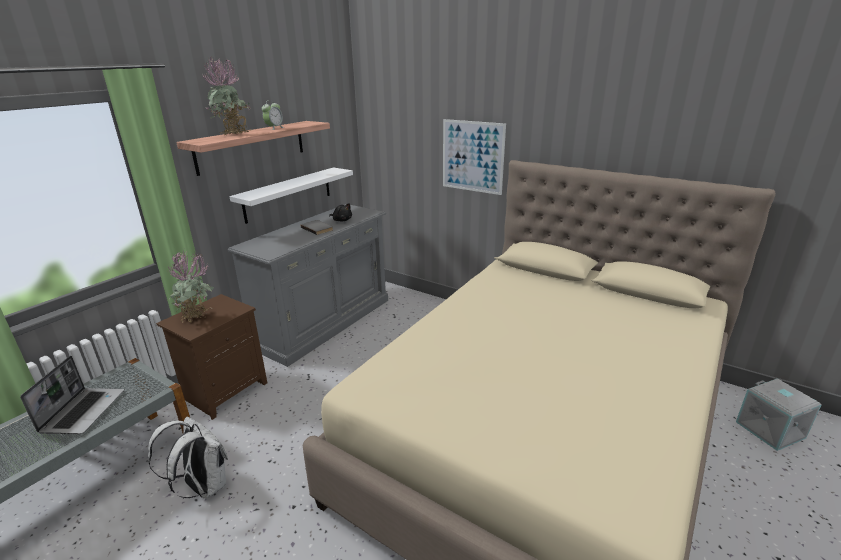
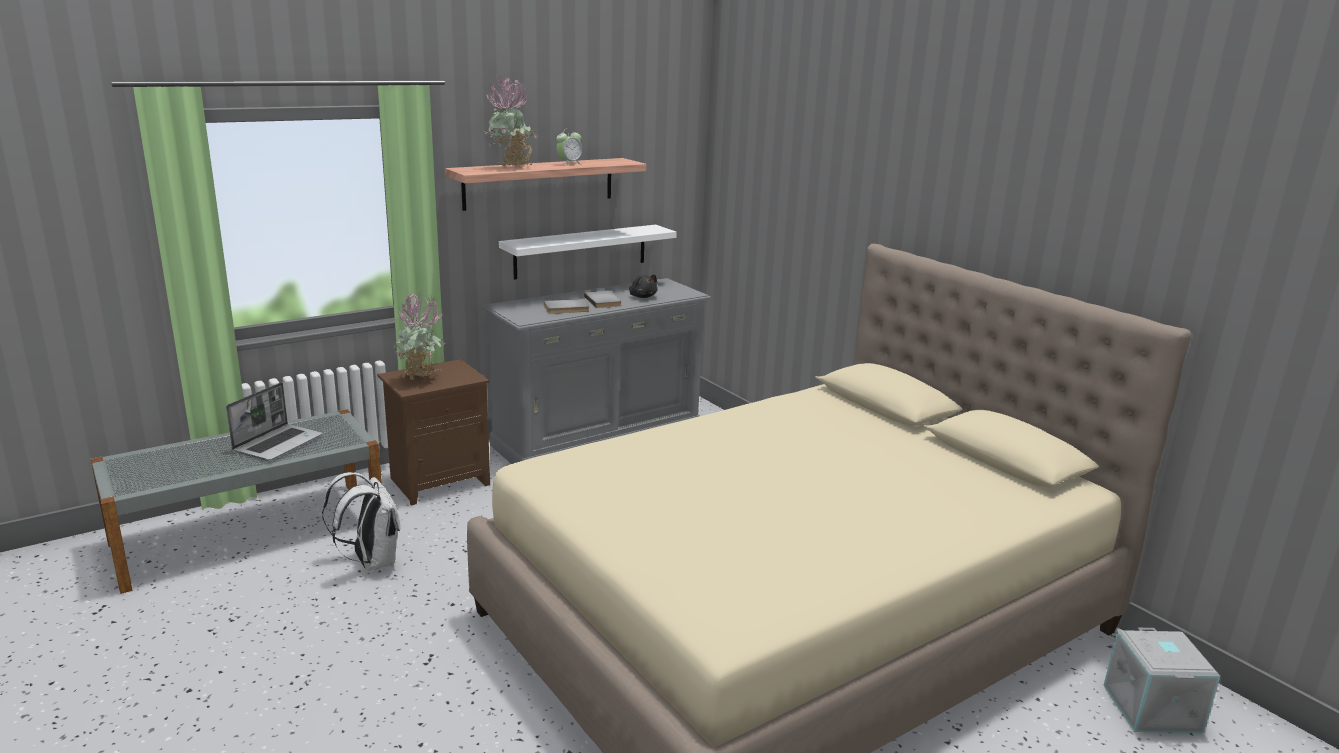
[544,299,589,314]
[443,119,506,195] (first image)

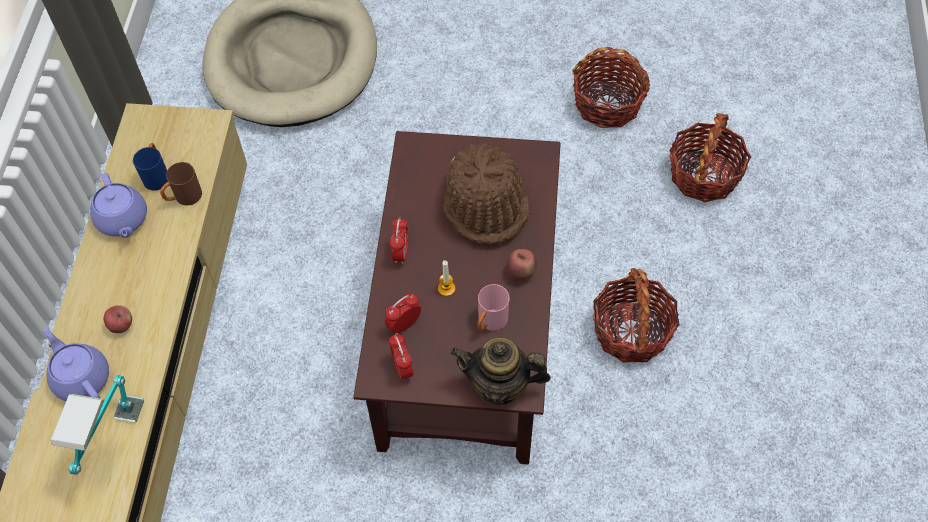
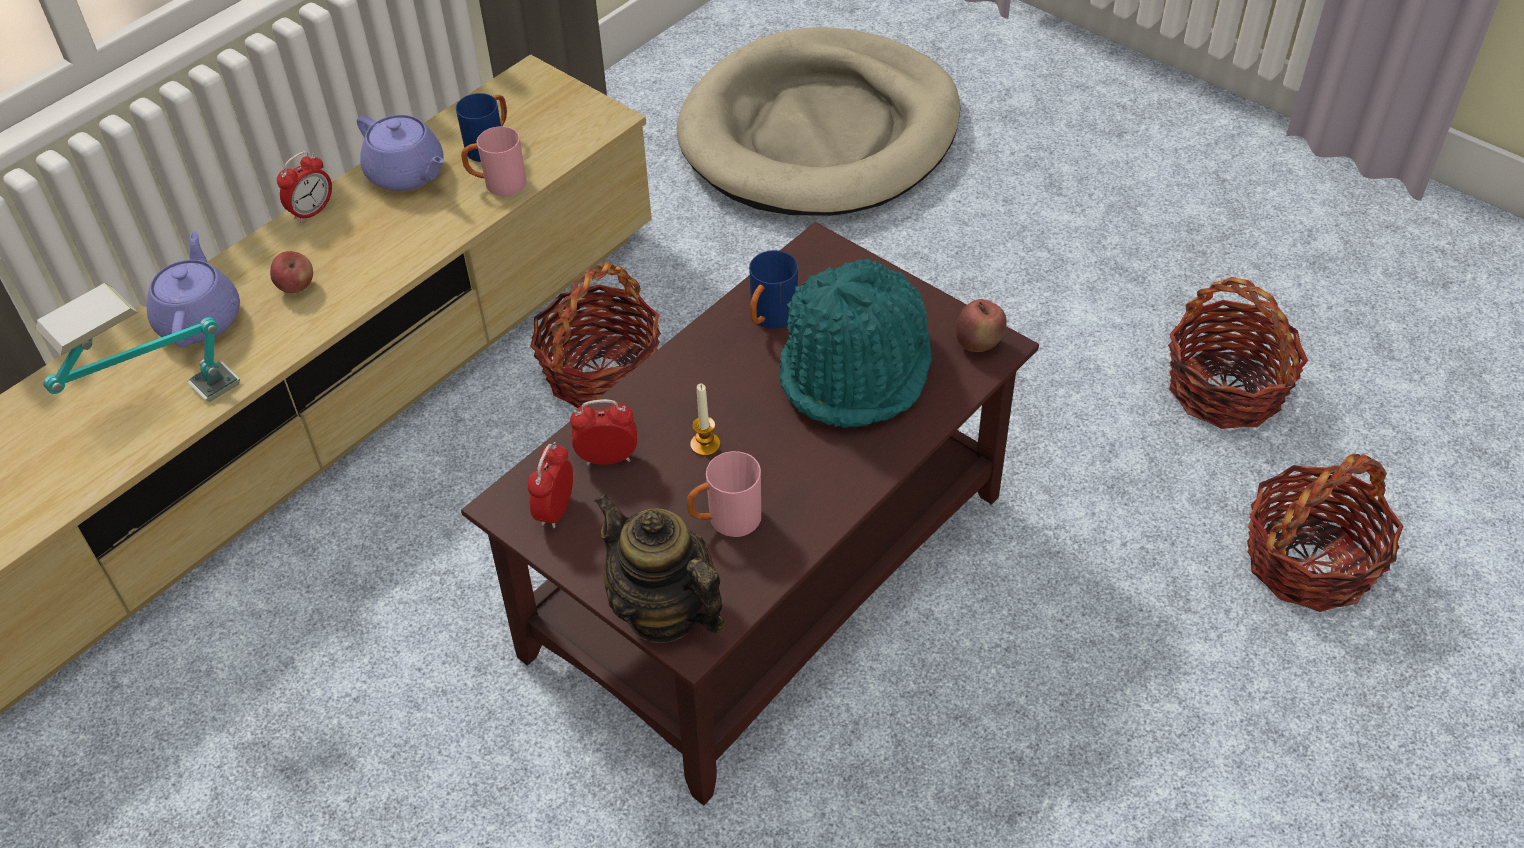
[277,151,332,223]
[357,115,444,191]
[461,126,527,197]
[530,262,661,408]
[749,250,798,329]
[780,259,932,428]
[956,299,1007,352]

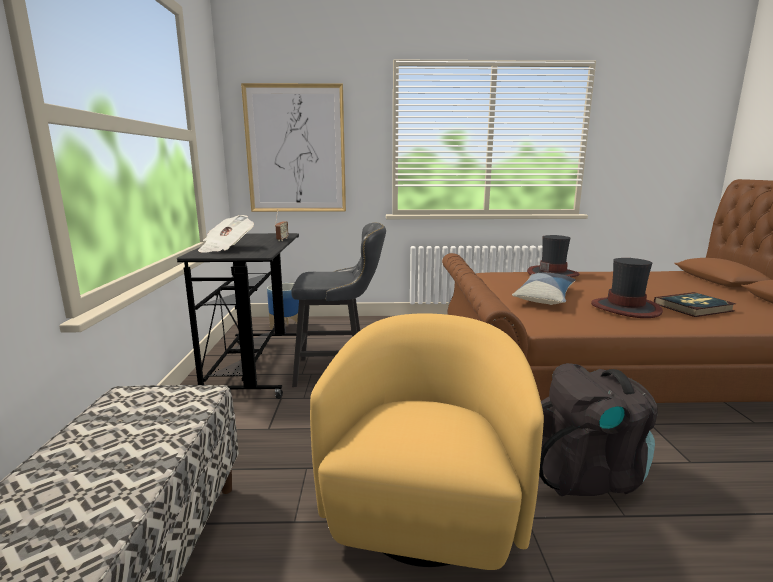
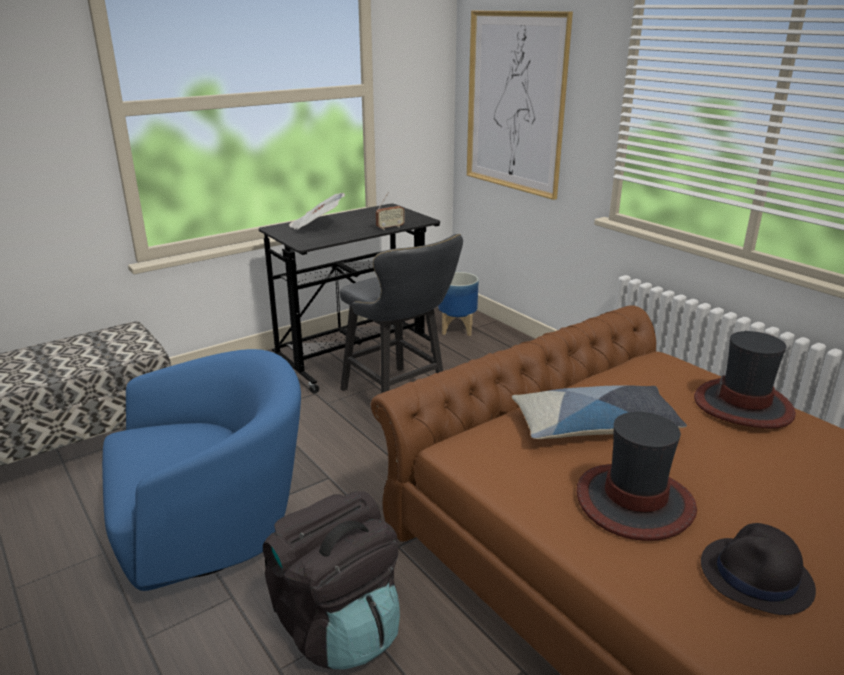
[102,349,301,591]
[701,523,816,615]

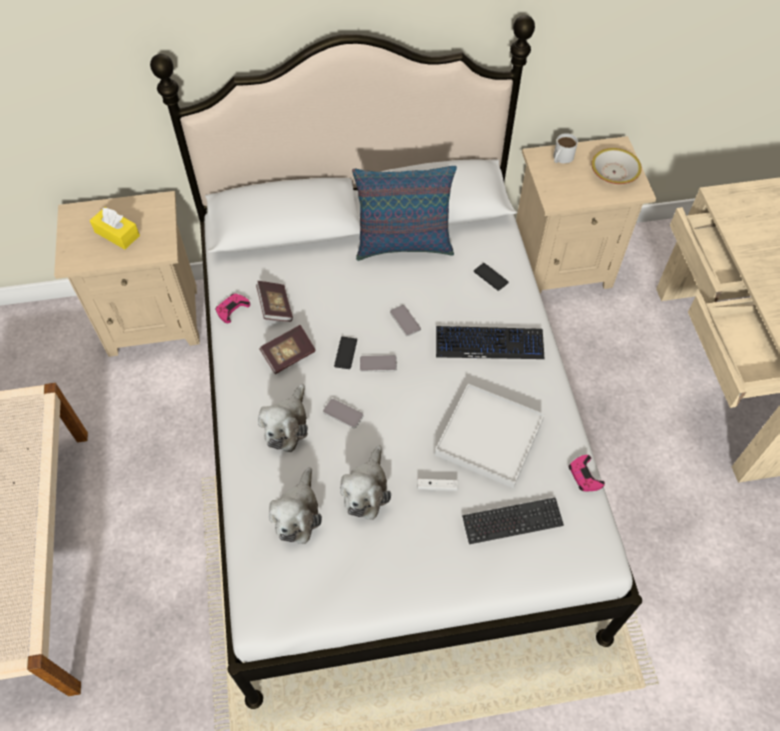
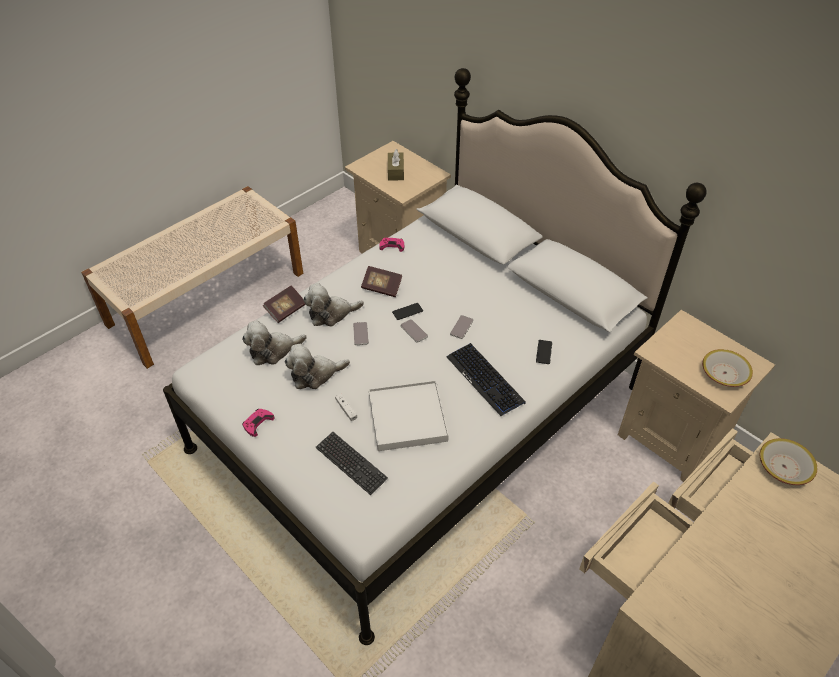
[242,409,274,437]
[263,285,306,323]
[388,149,404,181]
[760,438,817,485]
[352,166,457,261] (first image)
[553,133,578,164] (first image)

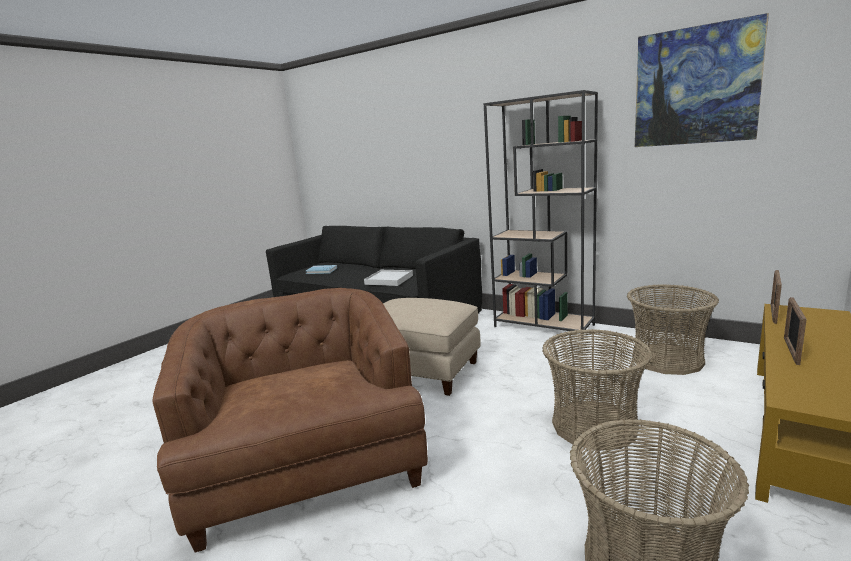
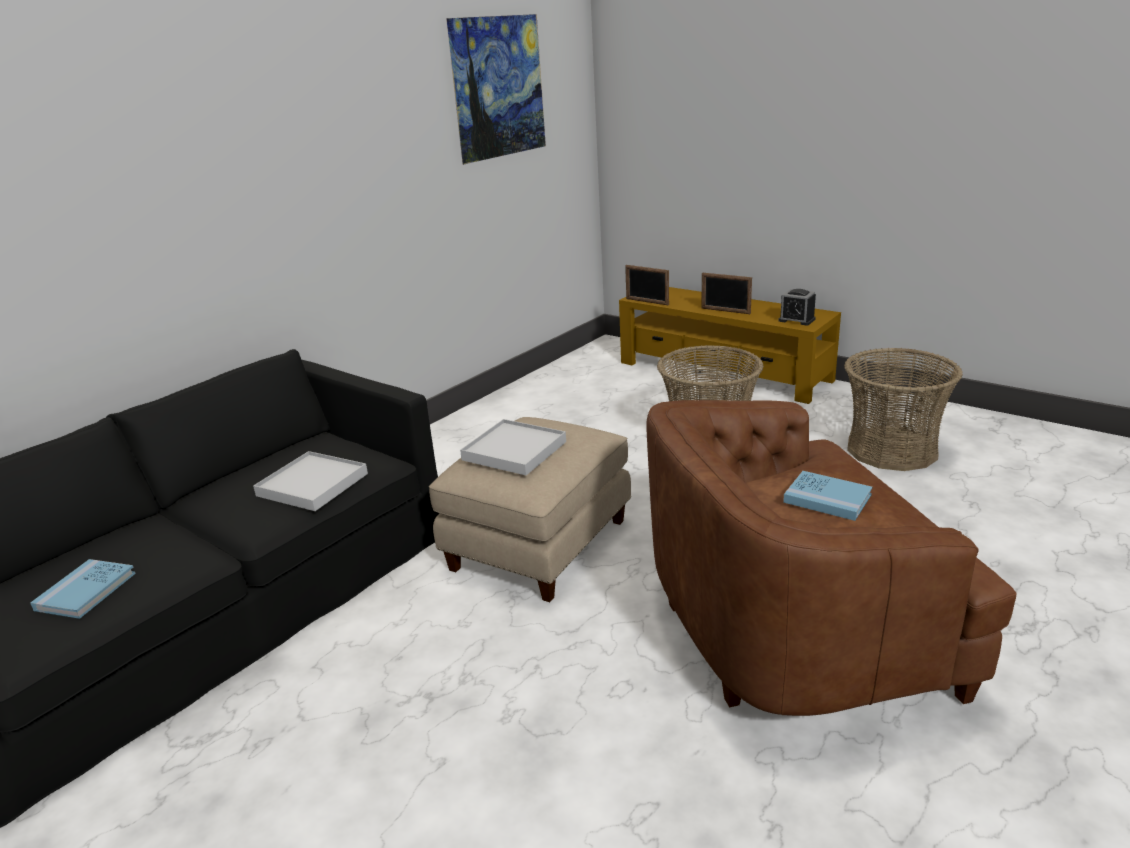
[460,419,566,475]
[779,289,816,326]
[783,471,872,521]
[484,90,598,339] (first image)
[627,284,719,375] (first image)

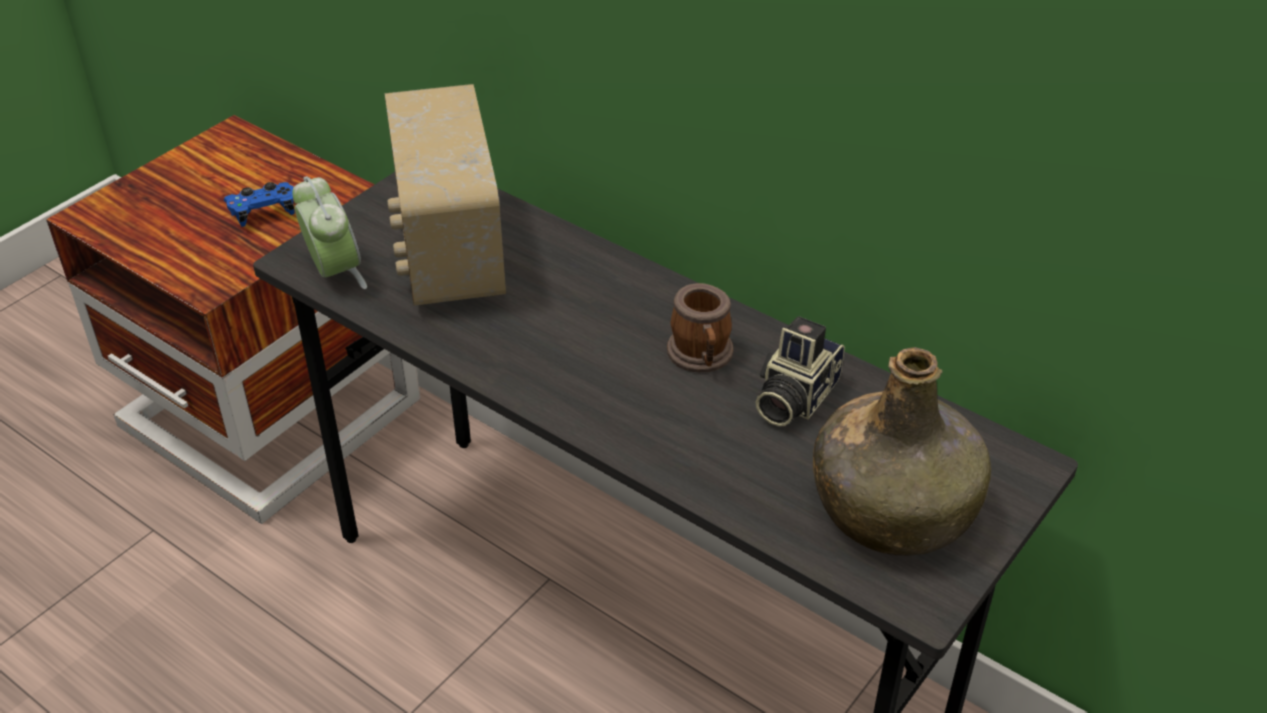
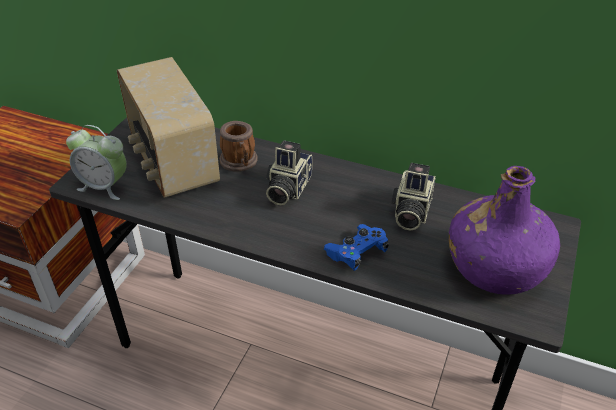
[66,125,127,200]
[220,121,258,172]
[266,140,312,205]
[324,224,389,271]
[449,166,560,295]

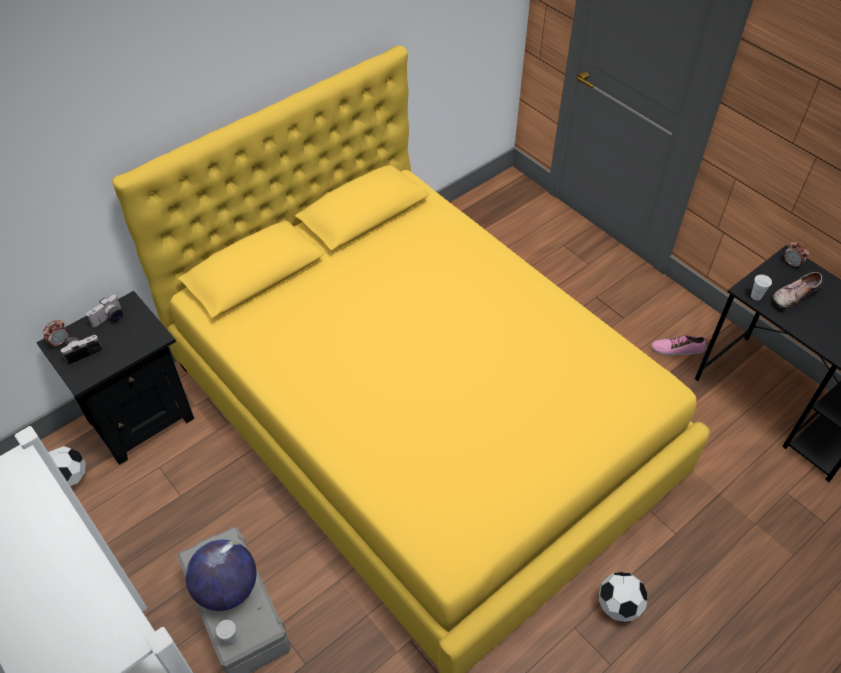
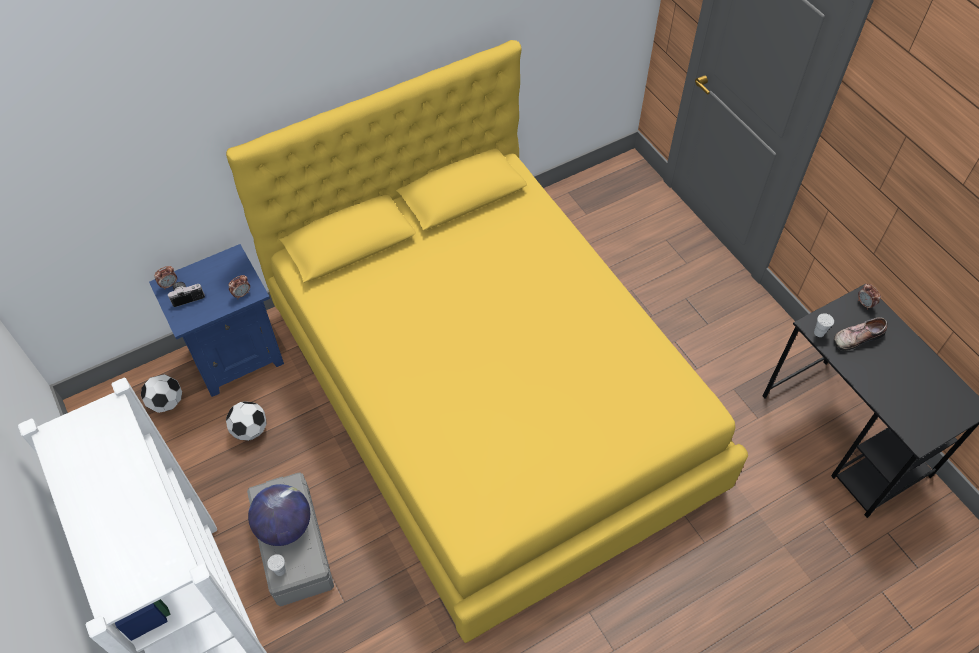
[149,244,284,397]
[226,401,266,441]
[229,275,250,298]
[86,295,123,327] (first image)
[651,335,707,355] (first image)

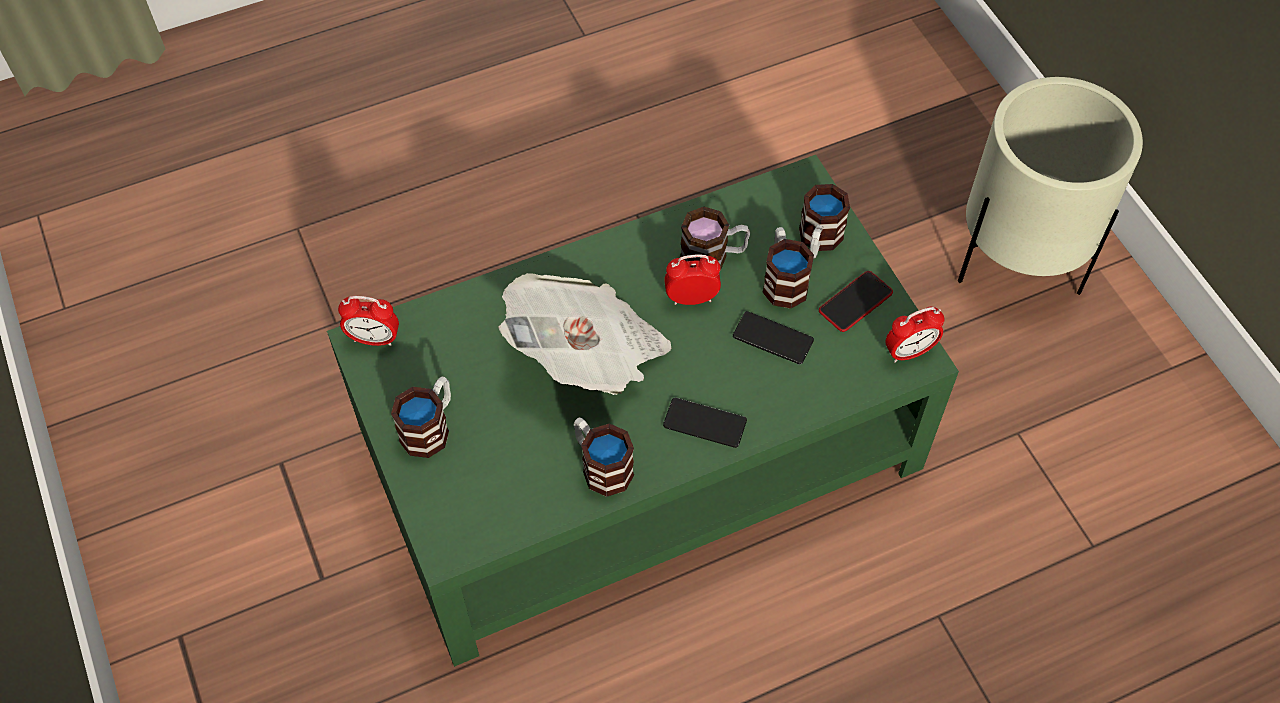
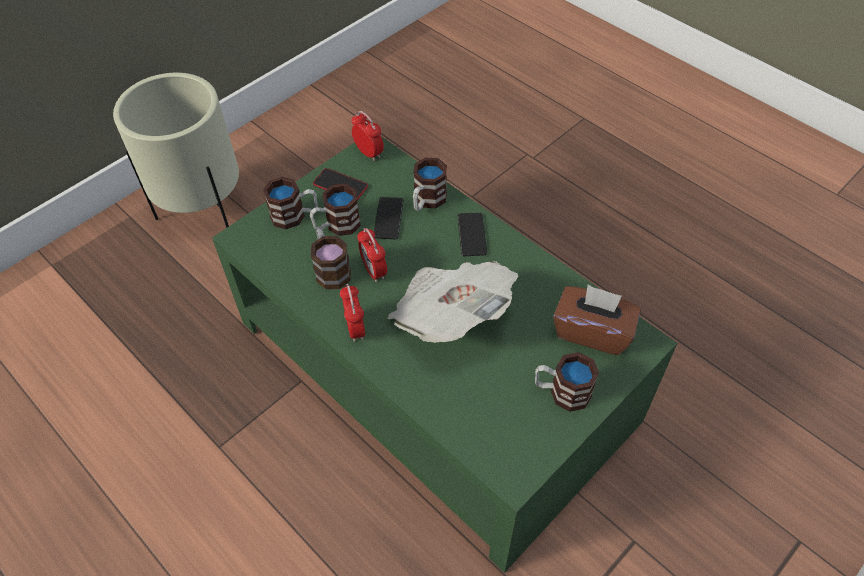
[340,284,365,342]
[413,158,447,211]
[553,285,641,355]

